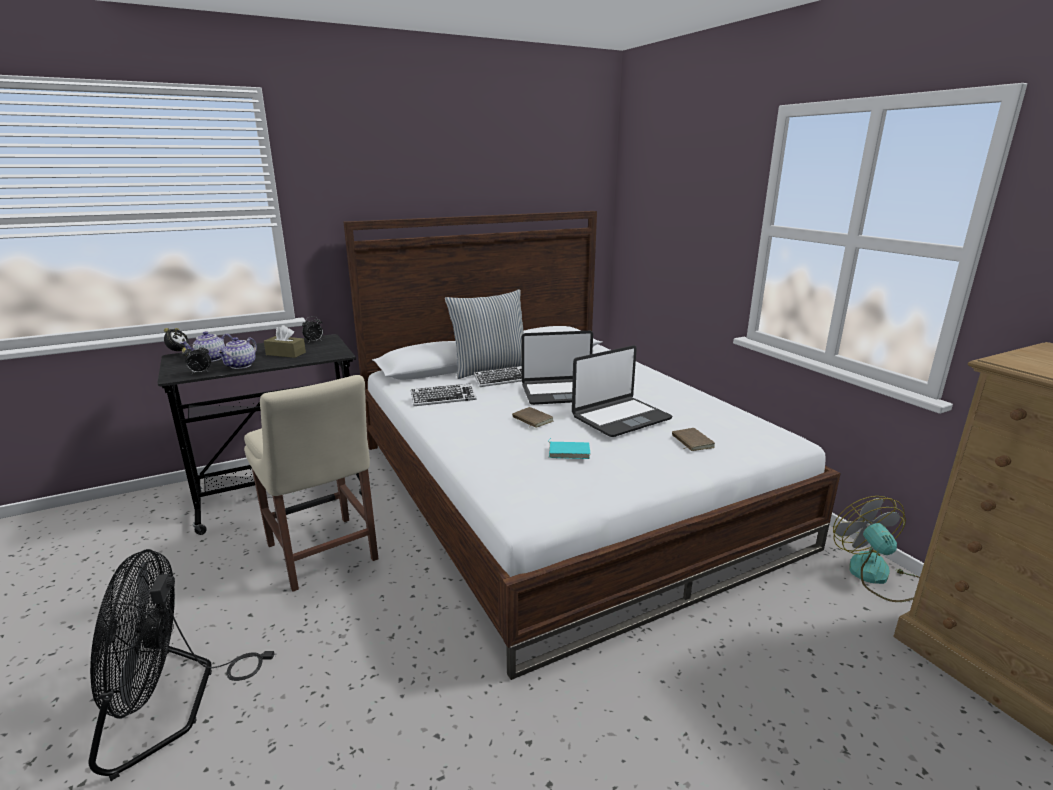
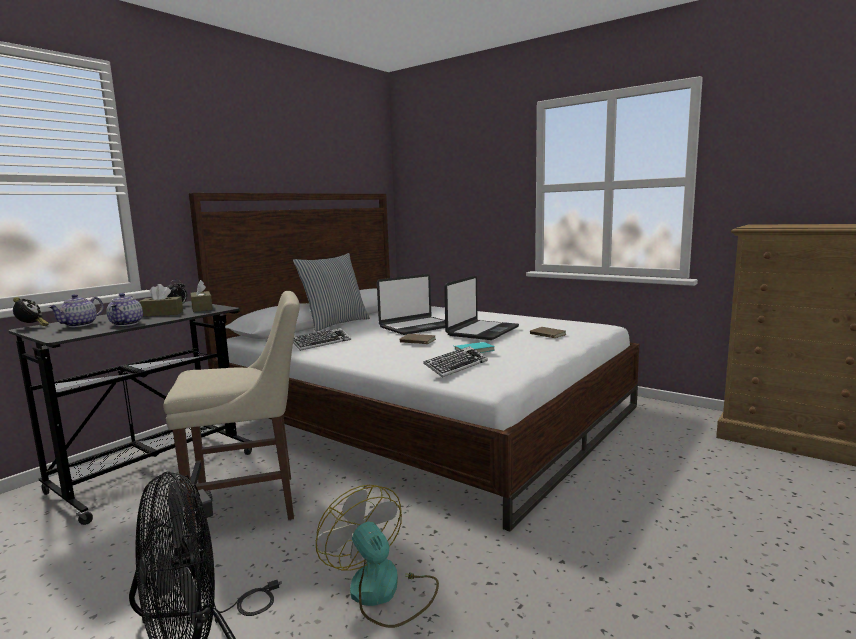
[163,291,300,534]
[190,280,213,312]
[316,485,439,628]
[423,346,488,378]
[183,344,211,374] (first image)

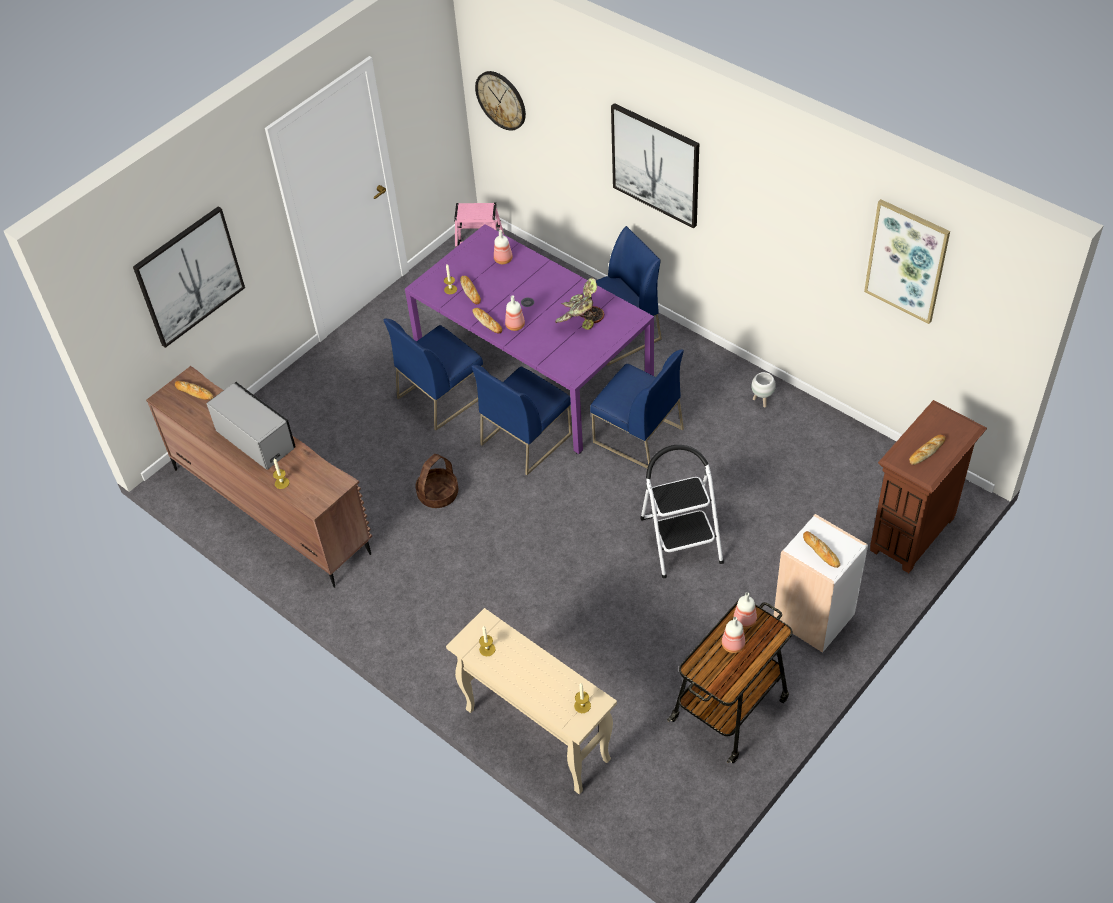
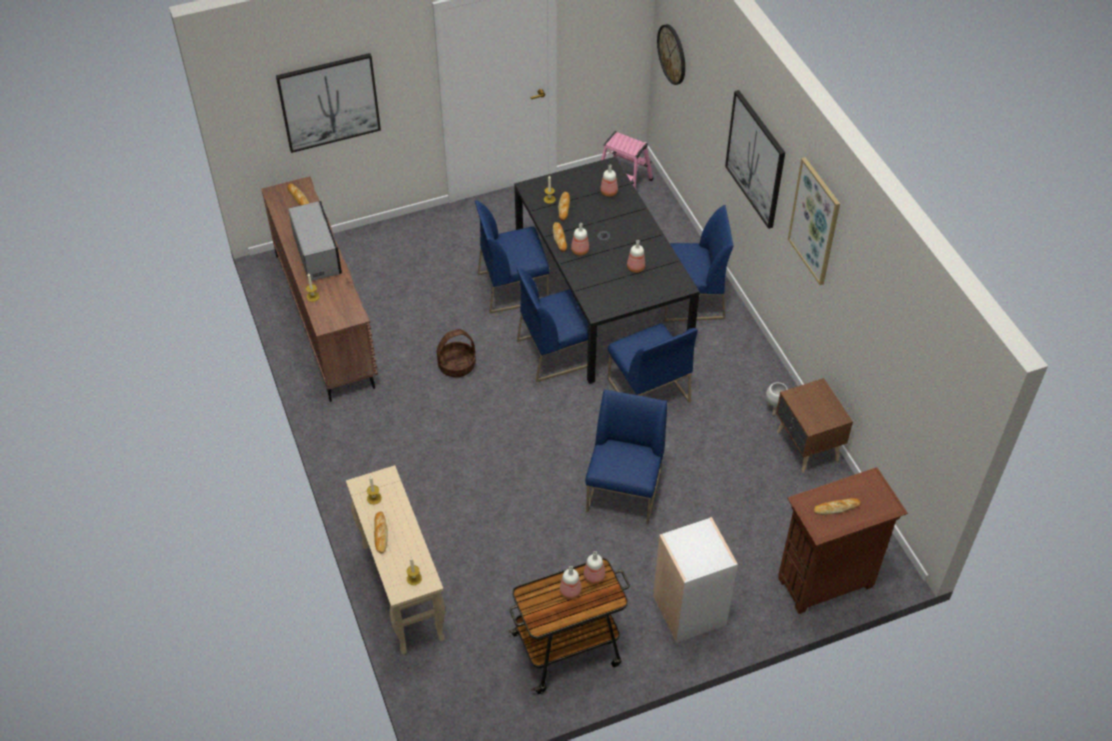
[374,511,388,554]
[514,157,700,384]
[585,389,667,524]
[627,240,645,273]
[776,378,853,473]
[788,157,840,285]

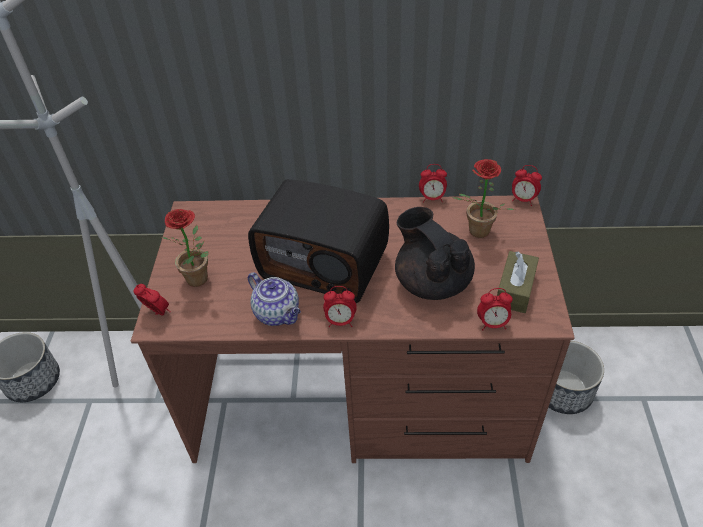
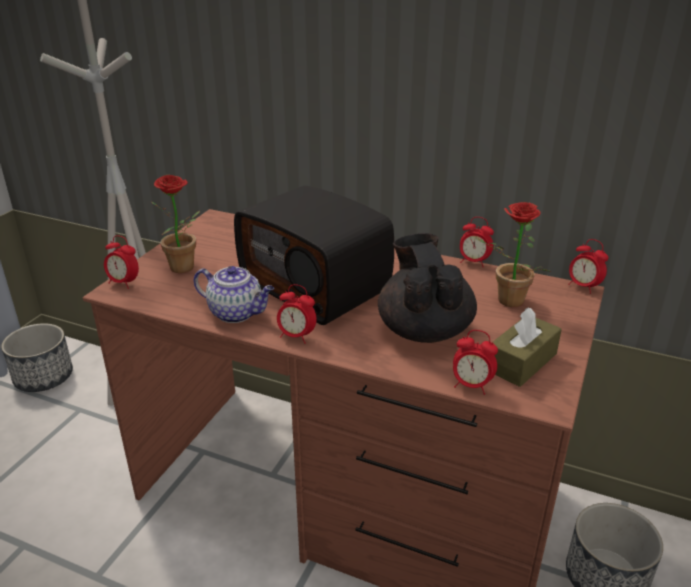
[104,235,139,289]
[194,266,274,323]

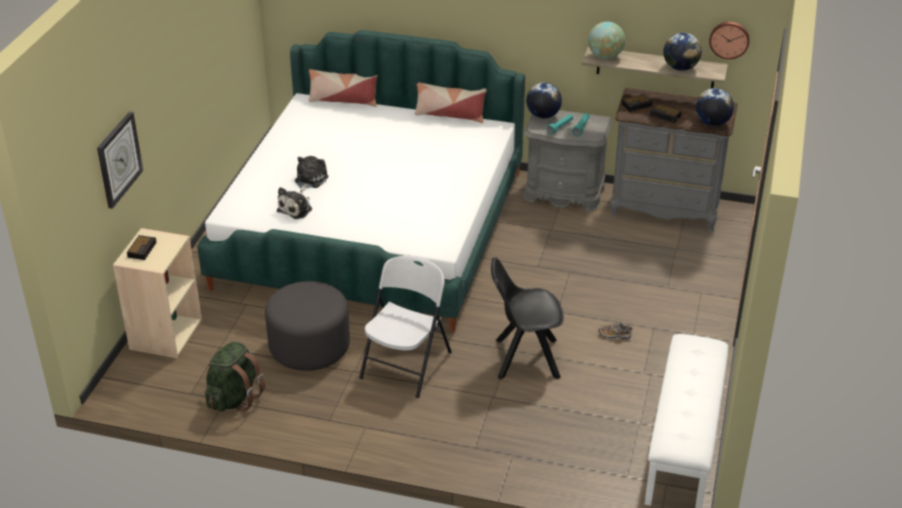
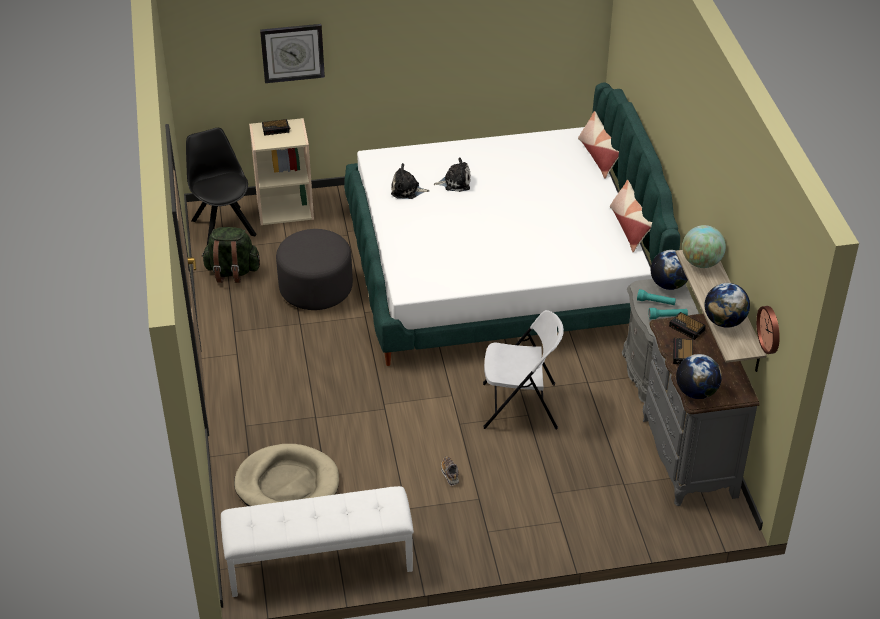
[186,128,256,245]
[234,444,339,506]
[483,310,564,430]

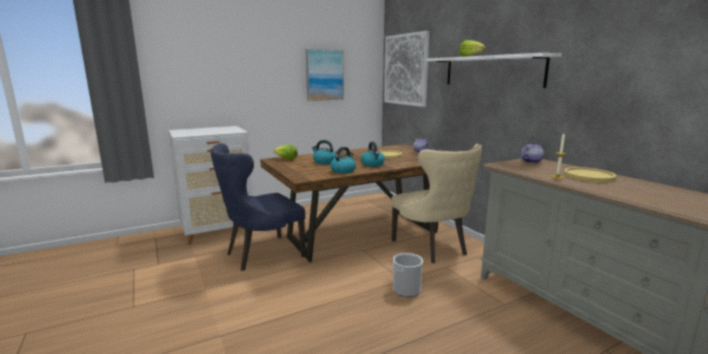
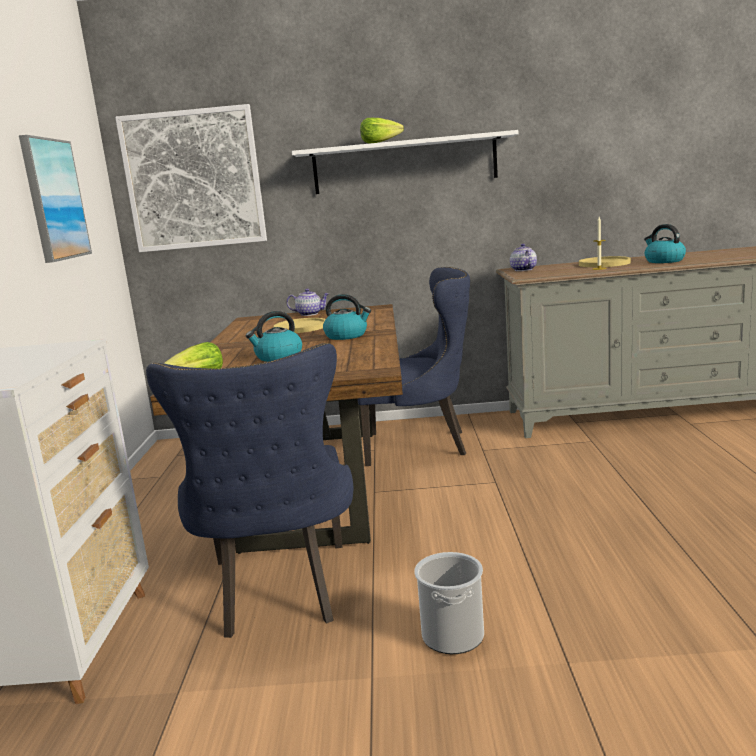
[358,267,470,466]
[414,552,484,654]
[644,224,686,263]

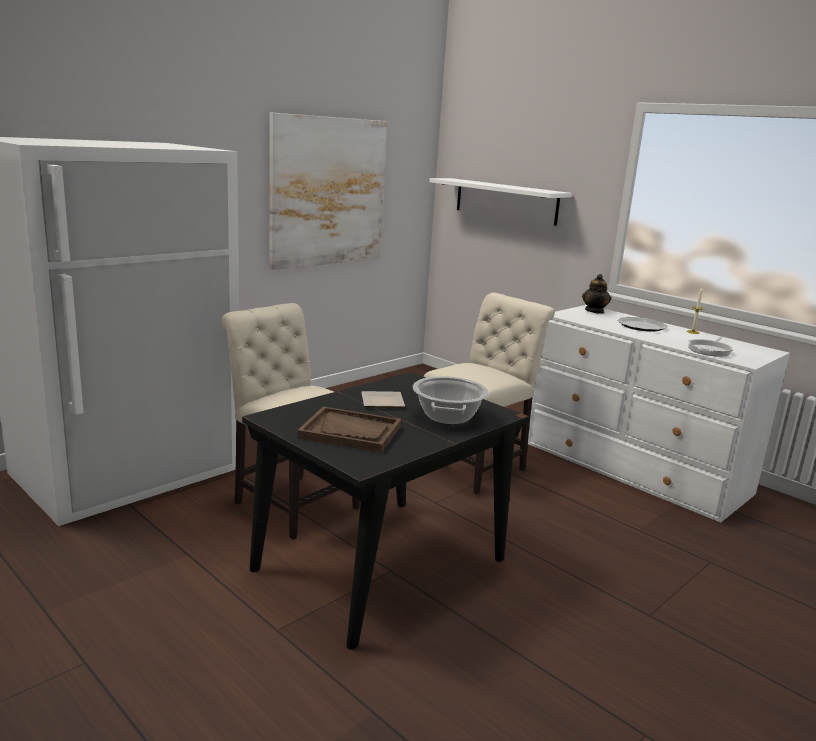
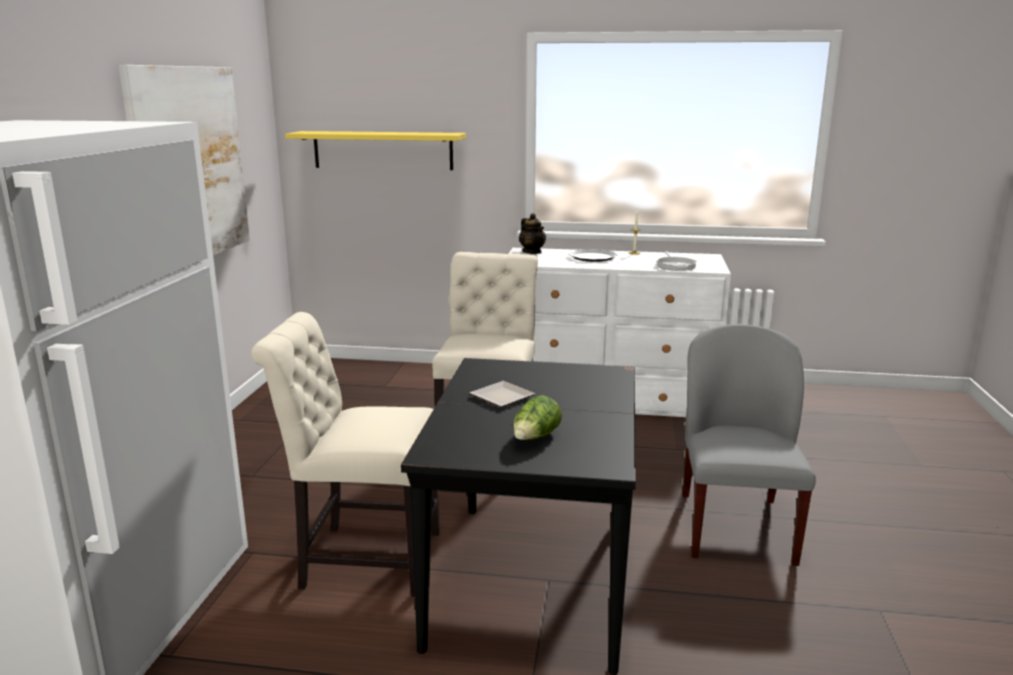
[285,131,466,170]
[513,395,562,440]
[683,324,816,566]
[413,376,489,425] (first image)

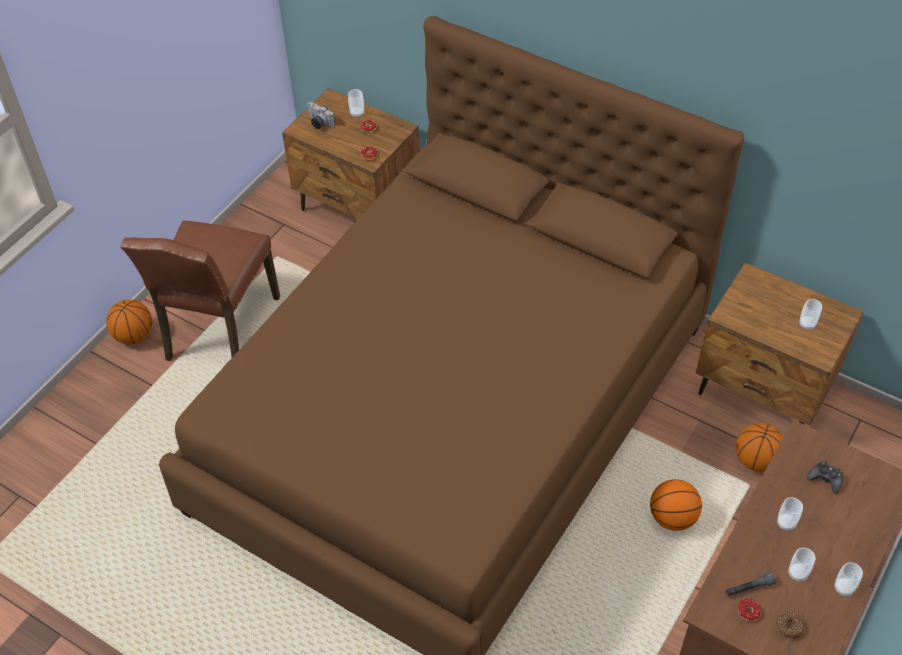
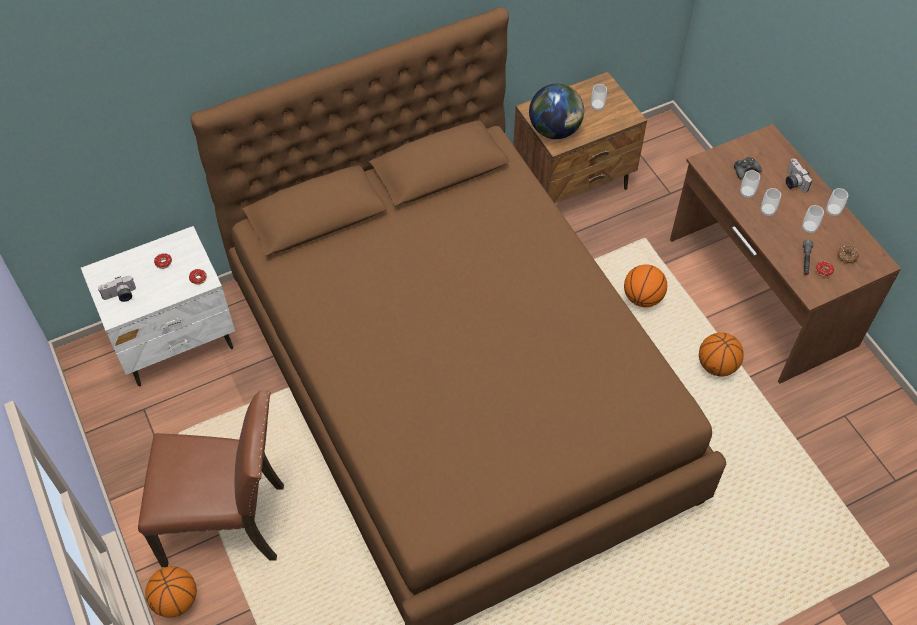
[81,226,235,386]
[138,390,284,567]
[529,84,584,139]
[699,332,744,377]
[740,170,760,198]
[786,158,812,193]

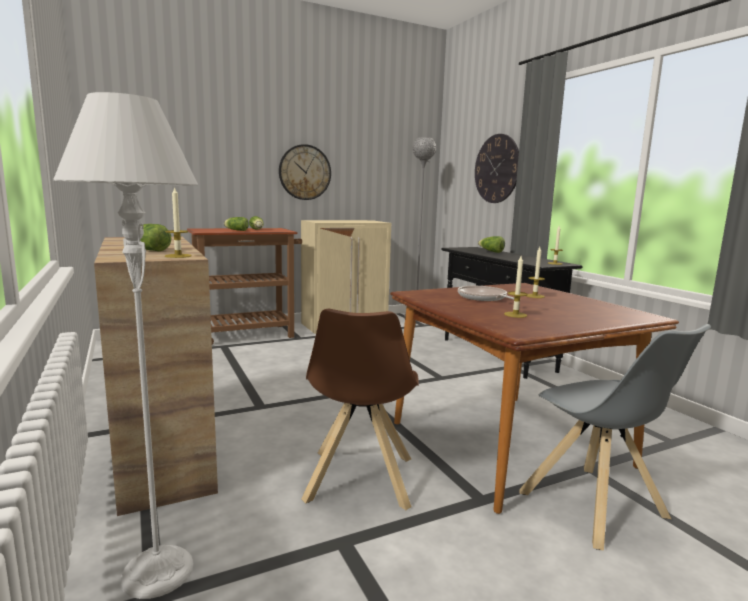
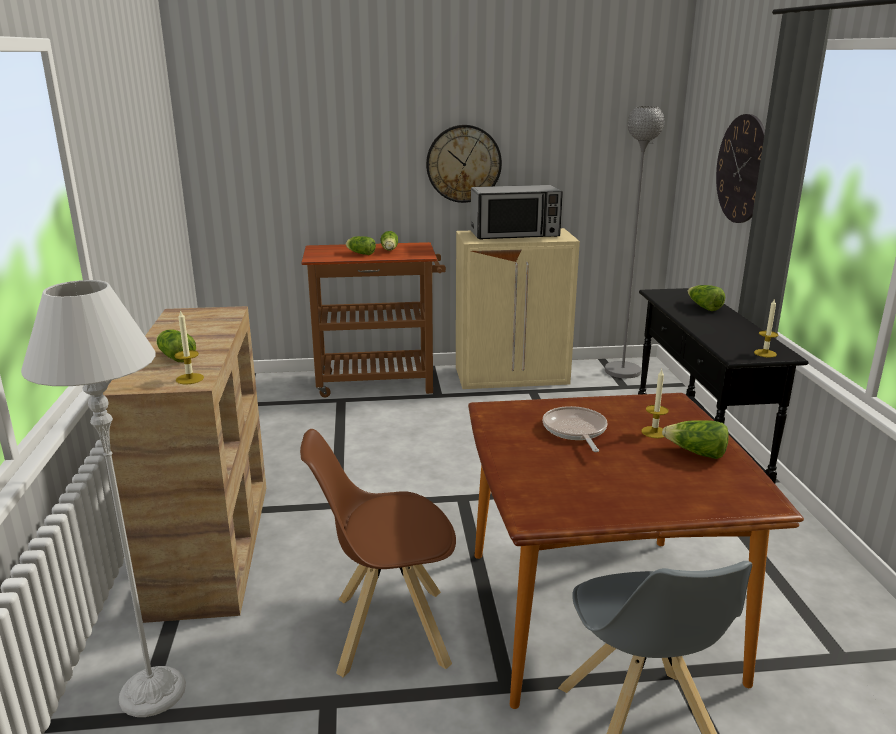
[300,429,456,677]
[470,185,563,240]
[662,420,729,459]
[504,256,528,318] (first image)

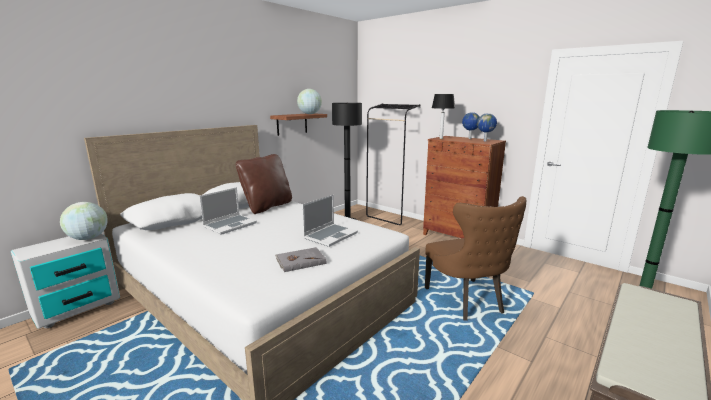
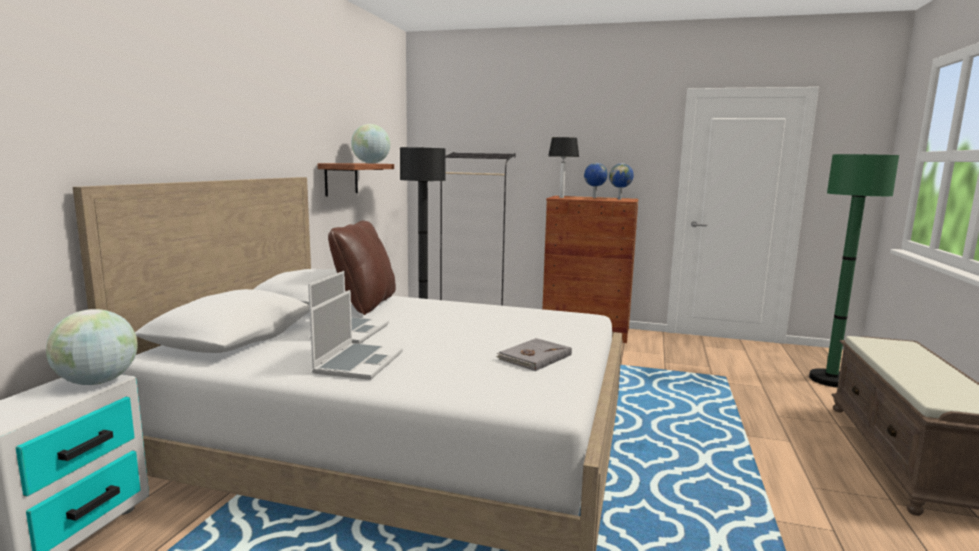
[310,290,403,380]
[425,196,526,321] (first image)

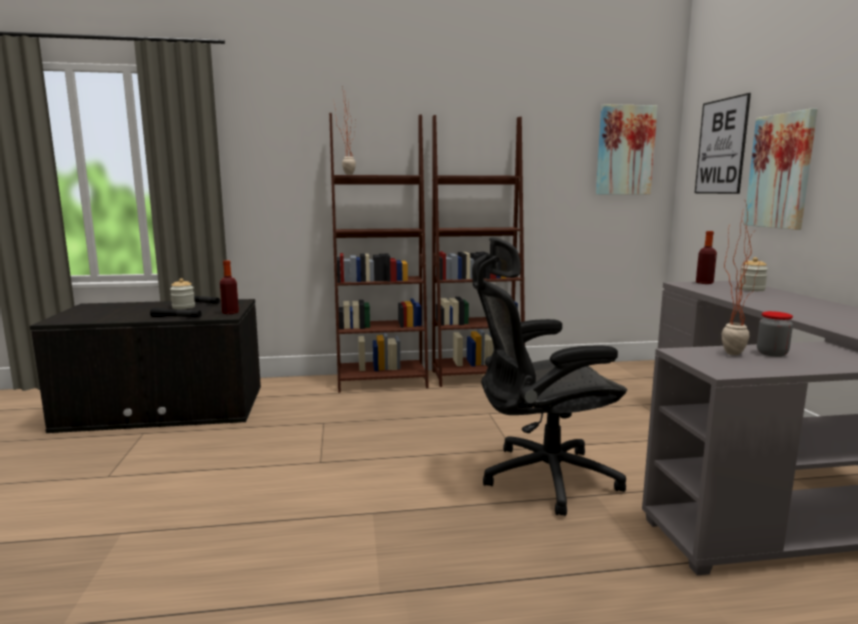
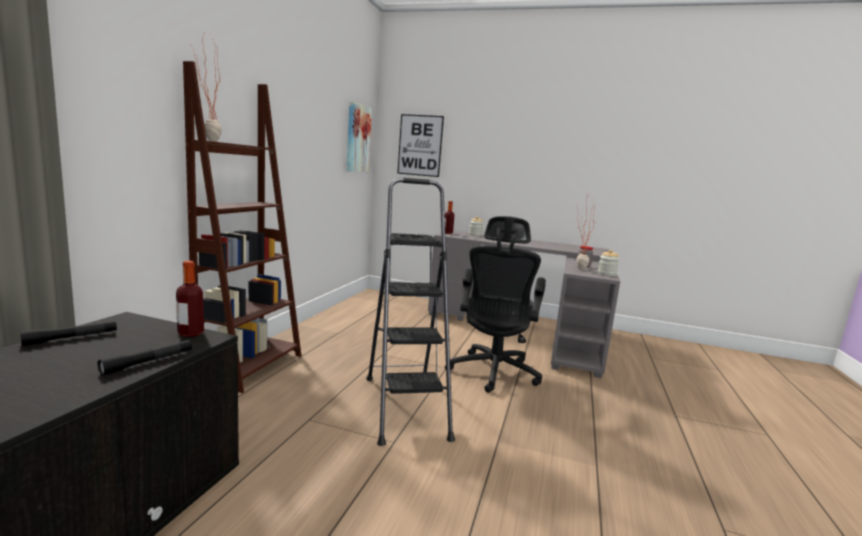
[366,178,455,446]
[598,250,620,276]
[432,115,525,387] (first image)
[744,108,818,230] (first image)

